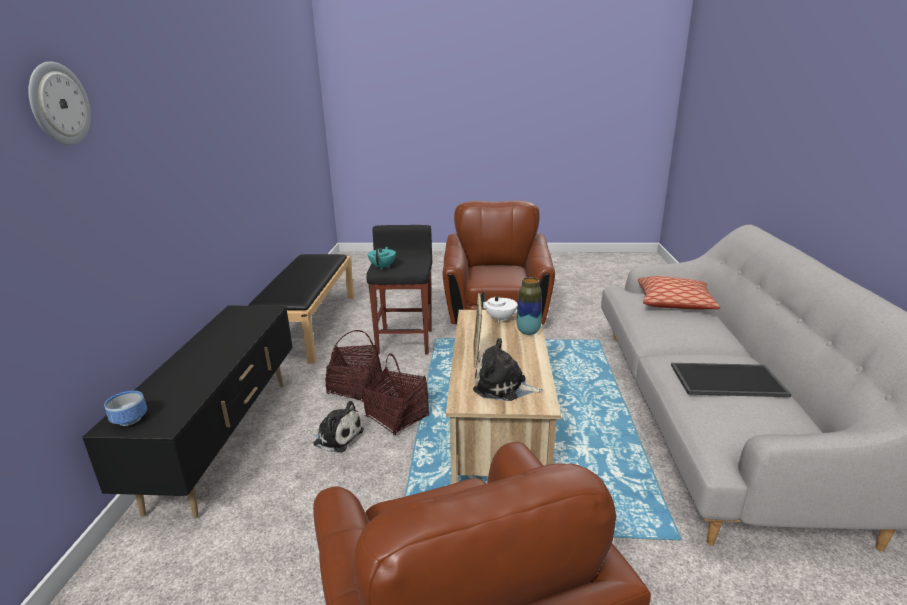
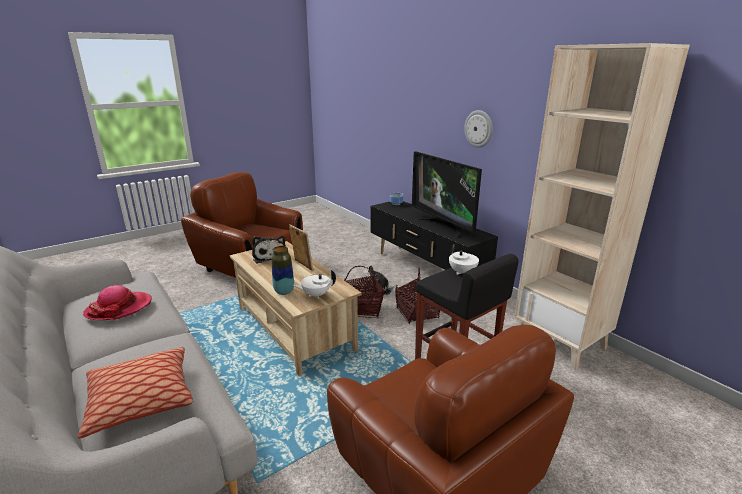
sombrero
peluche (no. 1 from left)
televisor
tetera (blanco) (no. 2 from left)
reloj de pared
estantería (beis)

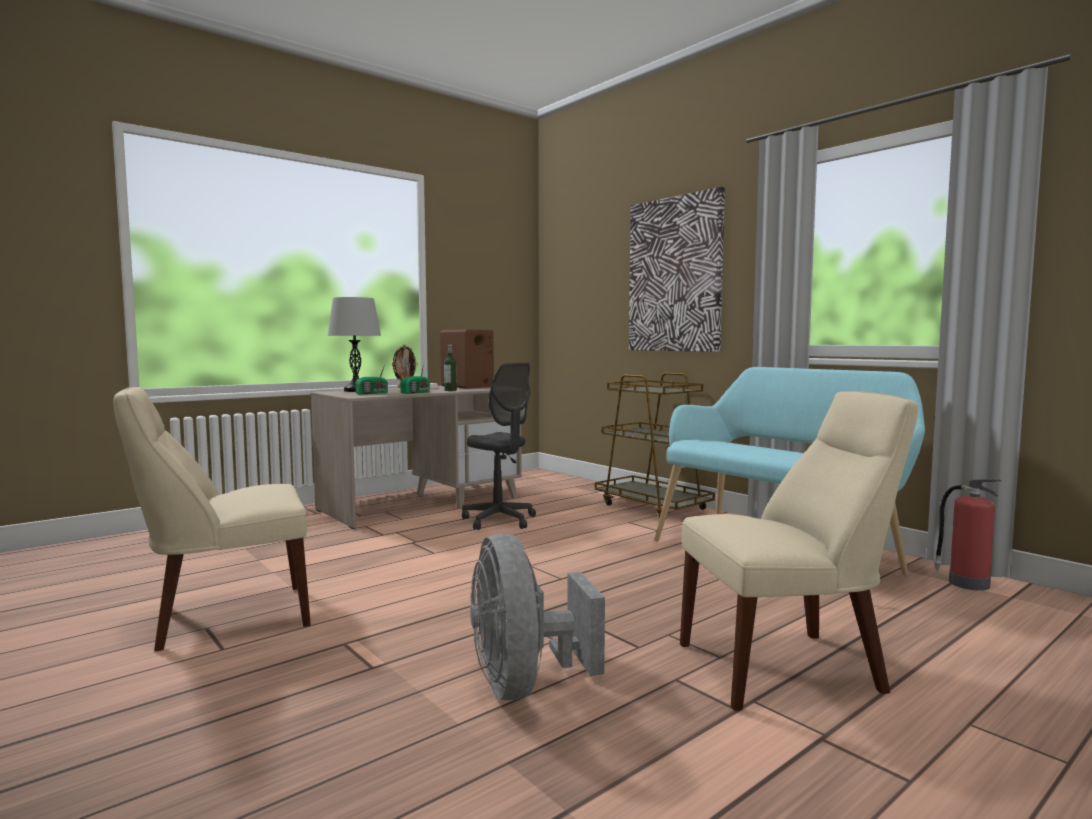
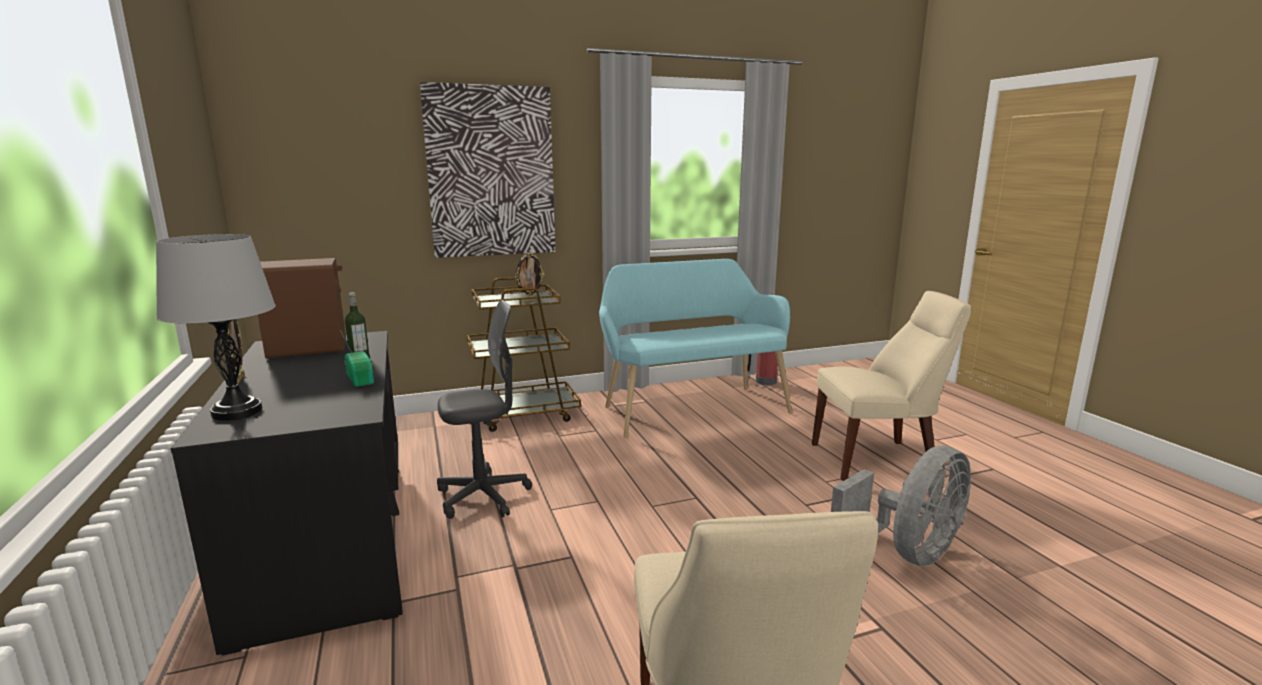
escritorio (negro)
portarretratos (no. 2 from left)
silla (beis) (no. 2 from left)
ventilador (gris)
radio (no. 1 from left in the first image)

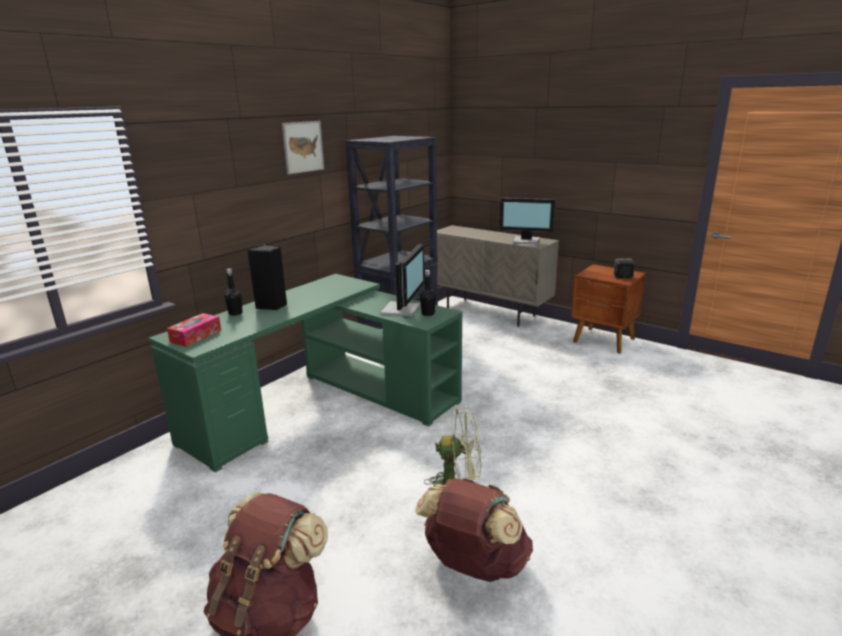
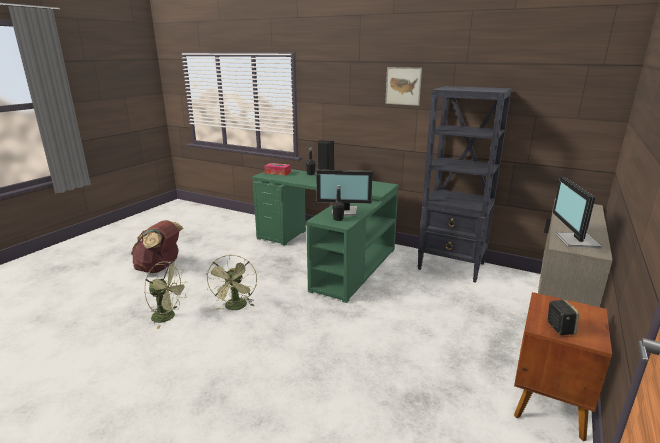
ventilador (verde) (no. 1 from left)

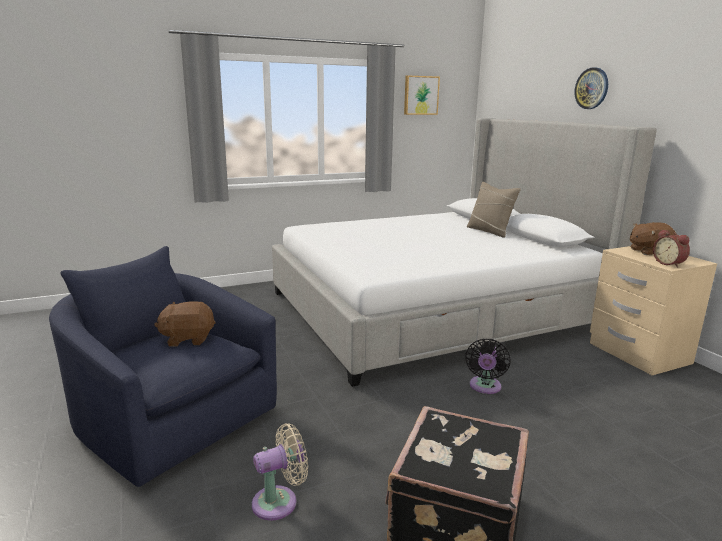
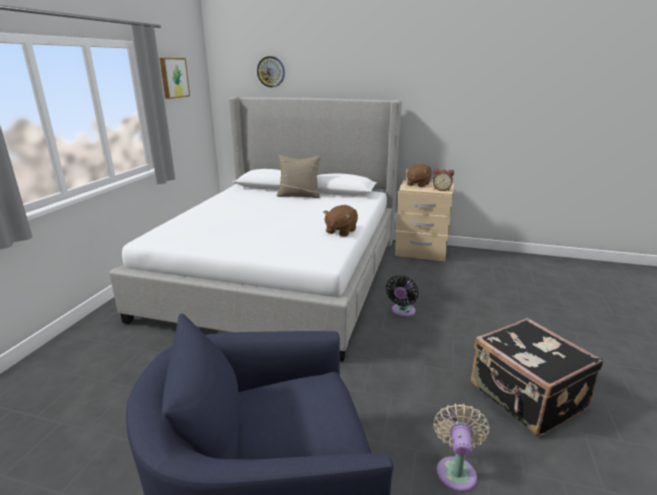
reloj de pared
peluche (marrón) (no. 1 from left)
ventilador (negro)

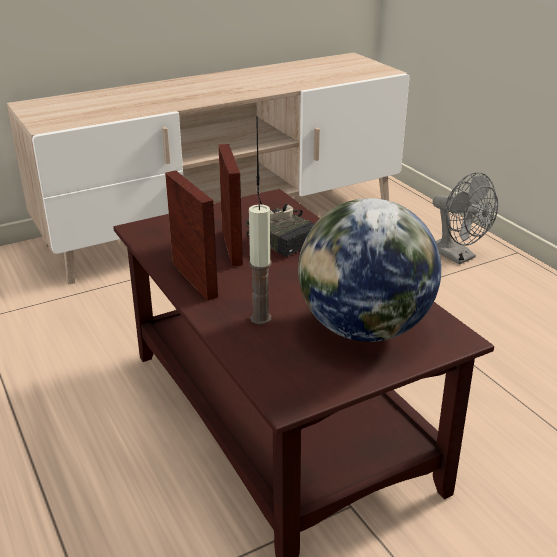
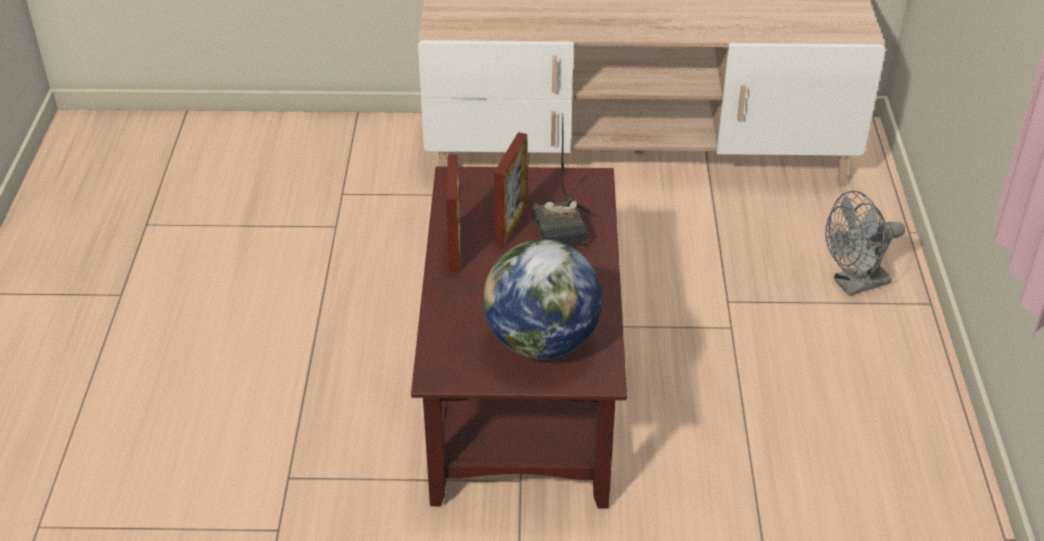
ventilador (gris)
vela

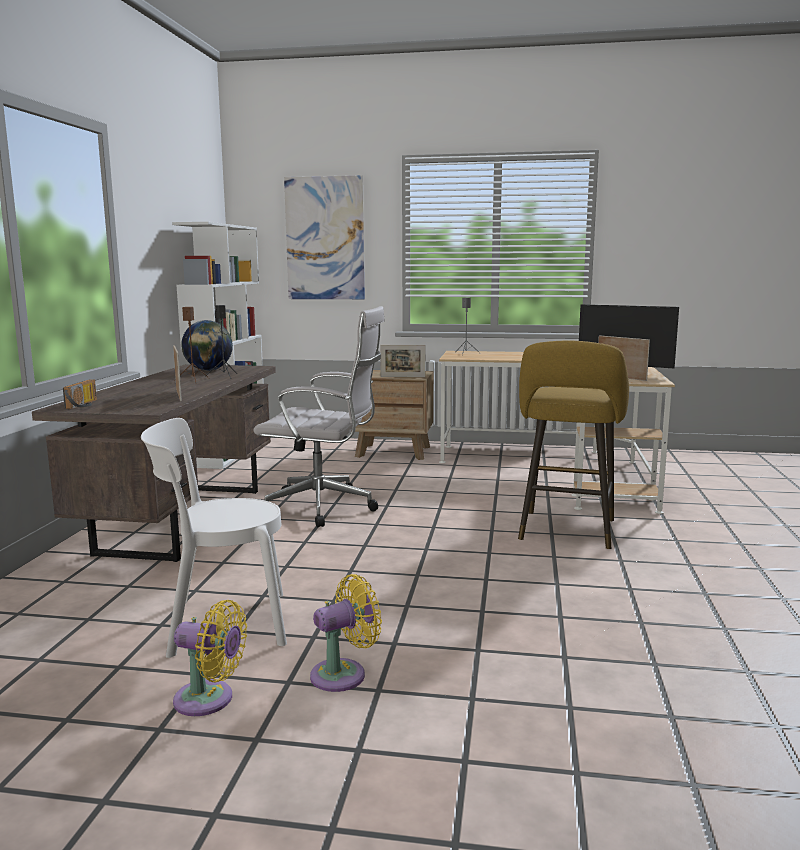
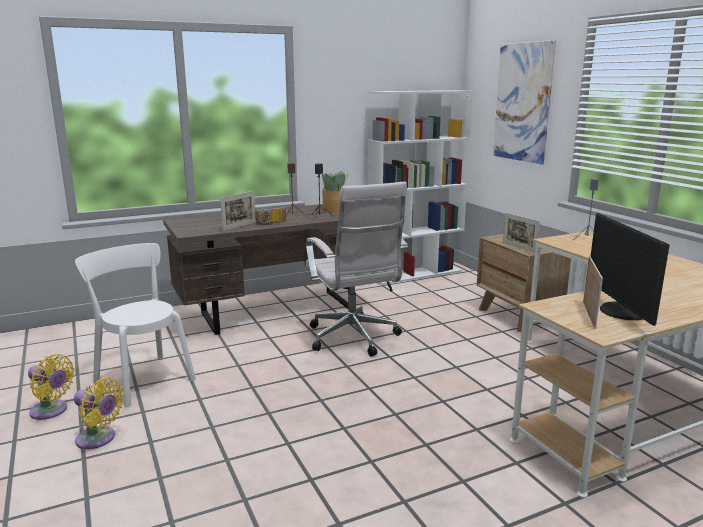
ventilador (amarillo) (no. 1 from left)
radio
planta en maceta
taburete (amarillo)

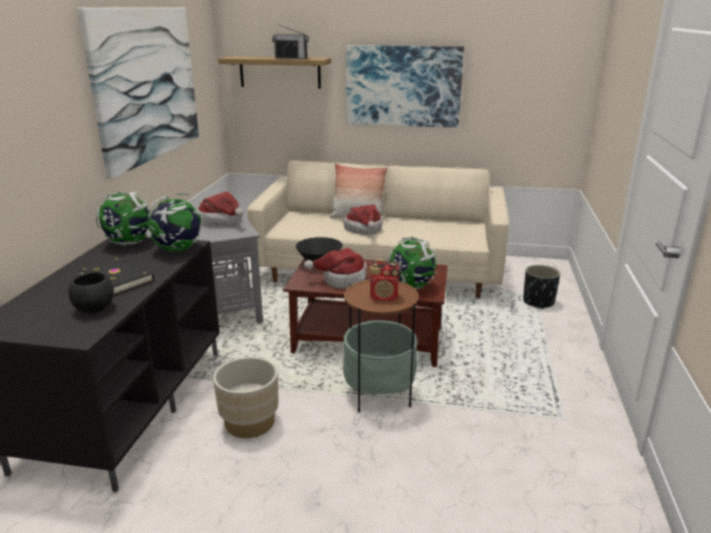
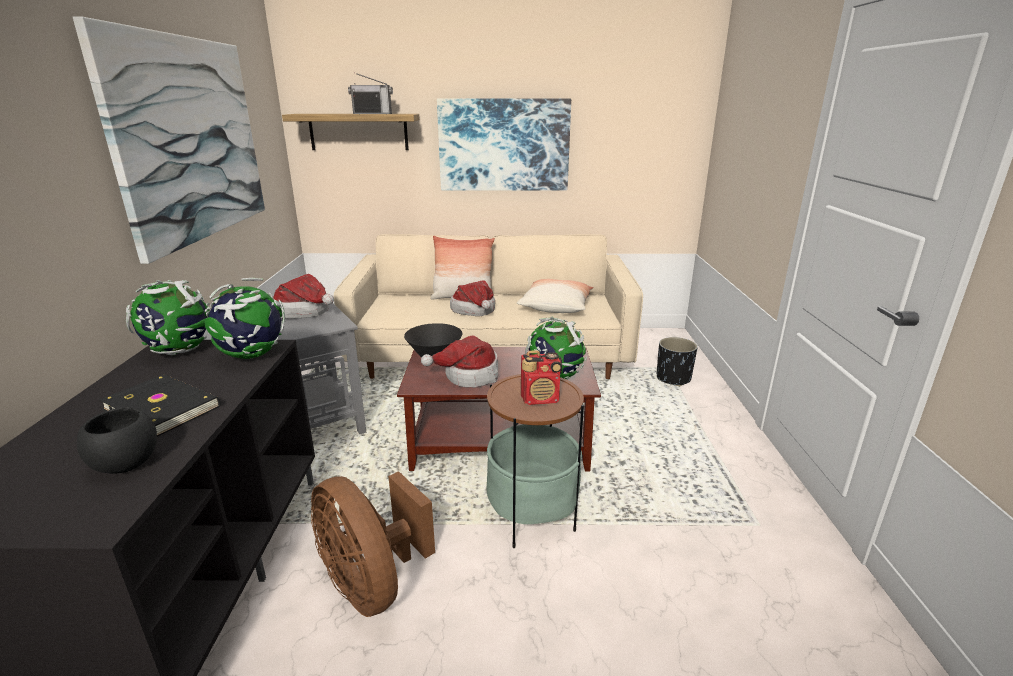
ventilador (marrón)
cojín (no. 2 from left)

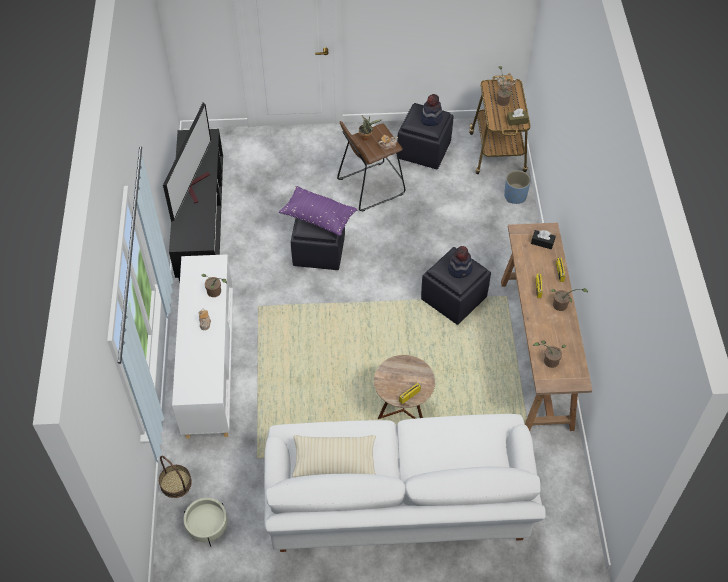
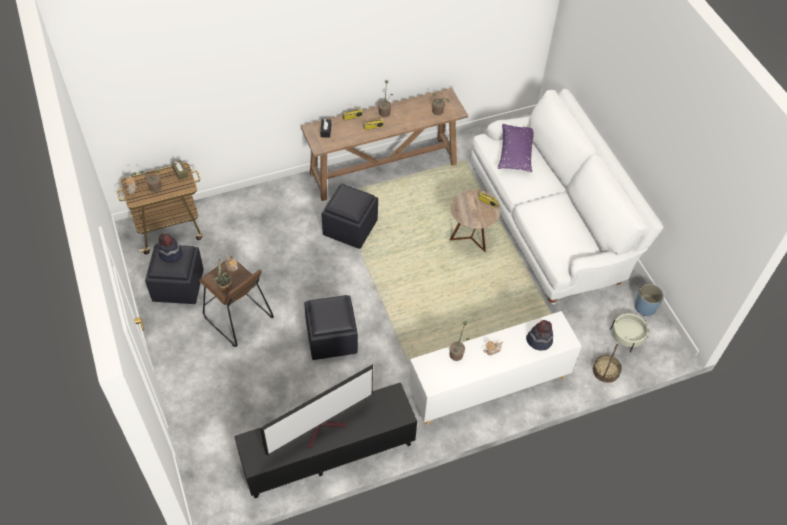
televisor
cojín (morado)
sombrero (no. 2 from left)
maceta (azul)
cojín (beis)

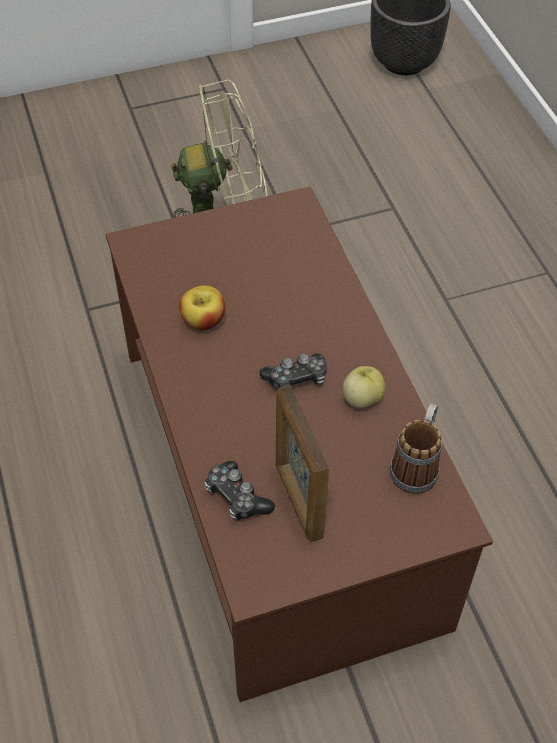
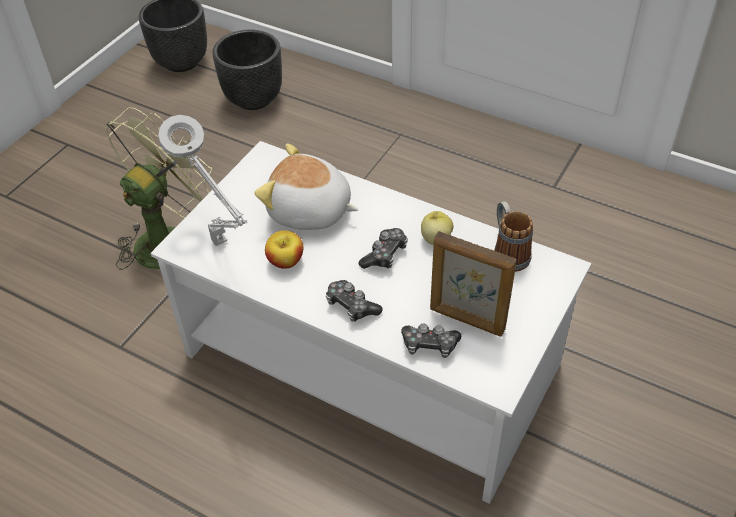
mesa de centro (blanco)
lámpara de mesa (gris)
maceta (negro) (no. 2 from left)
peluche
mando de consola (no. 1 from left)

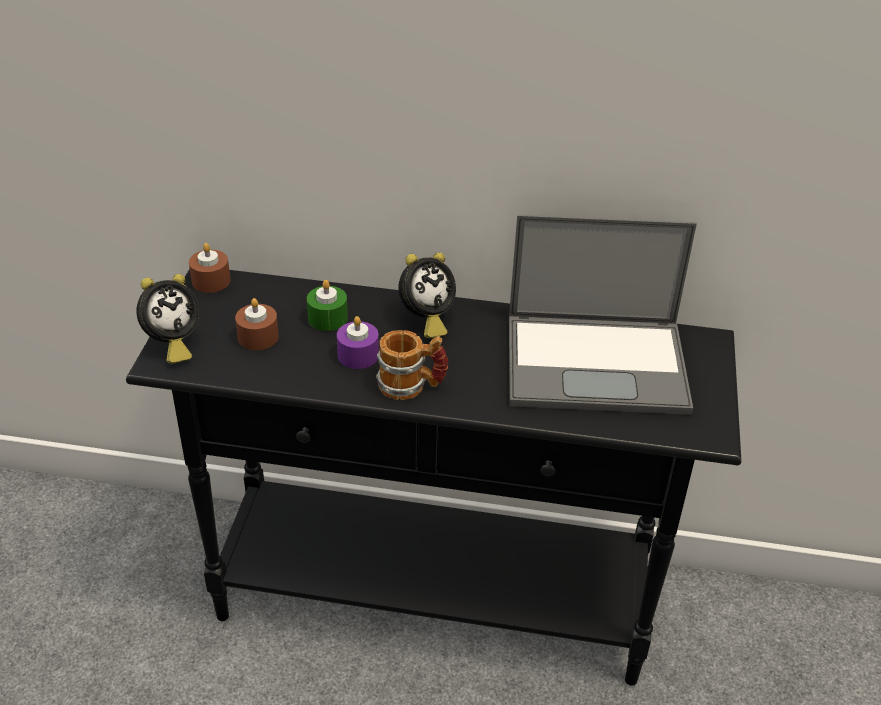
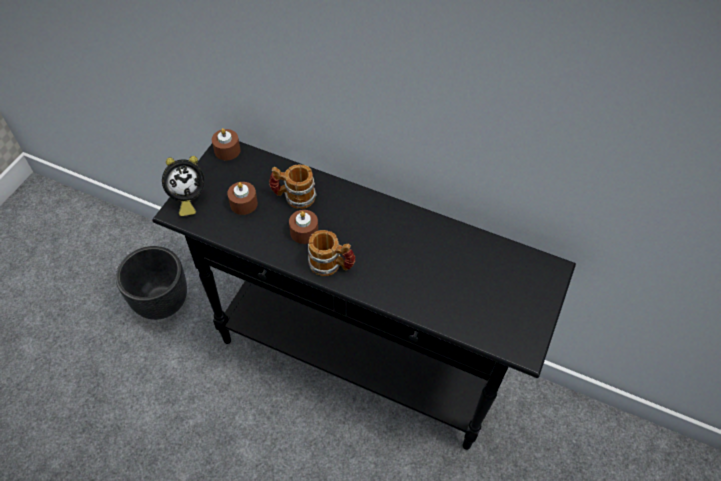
maceta (negro)
taza grande (no. 1 from left)
vela (marrón) (no. 3 from left)
despertador (no. 2 from left in the first image)
portátil

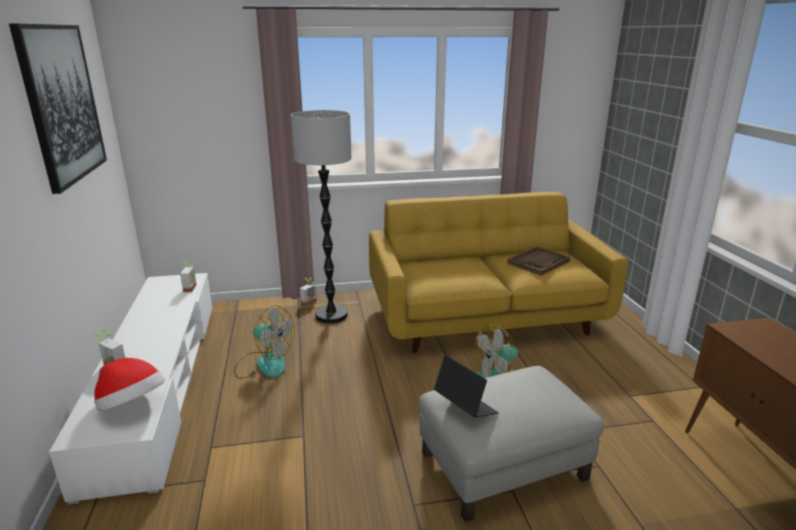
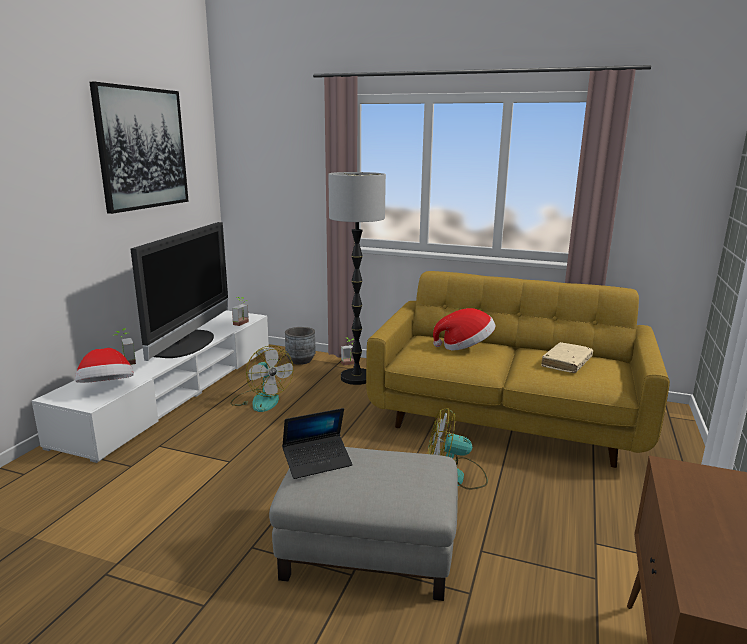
televisor
portátil
maceta (gris)
sombrero (no. 2 from left)
libro (beis)

